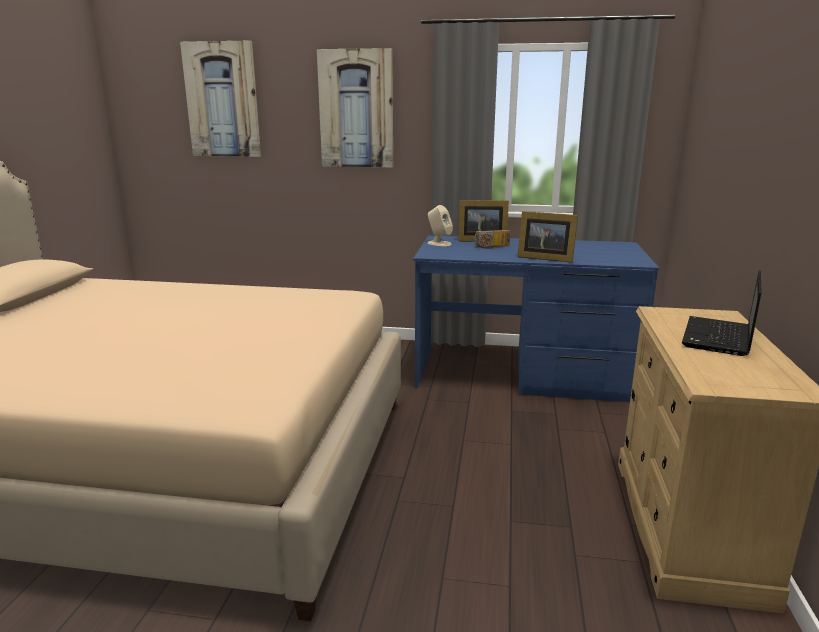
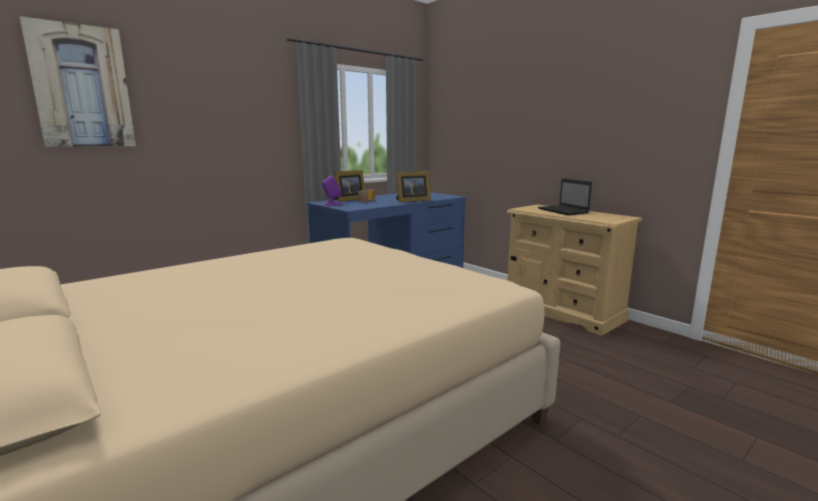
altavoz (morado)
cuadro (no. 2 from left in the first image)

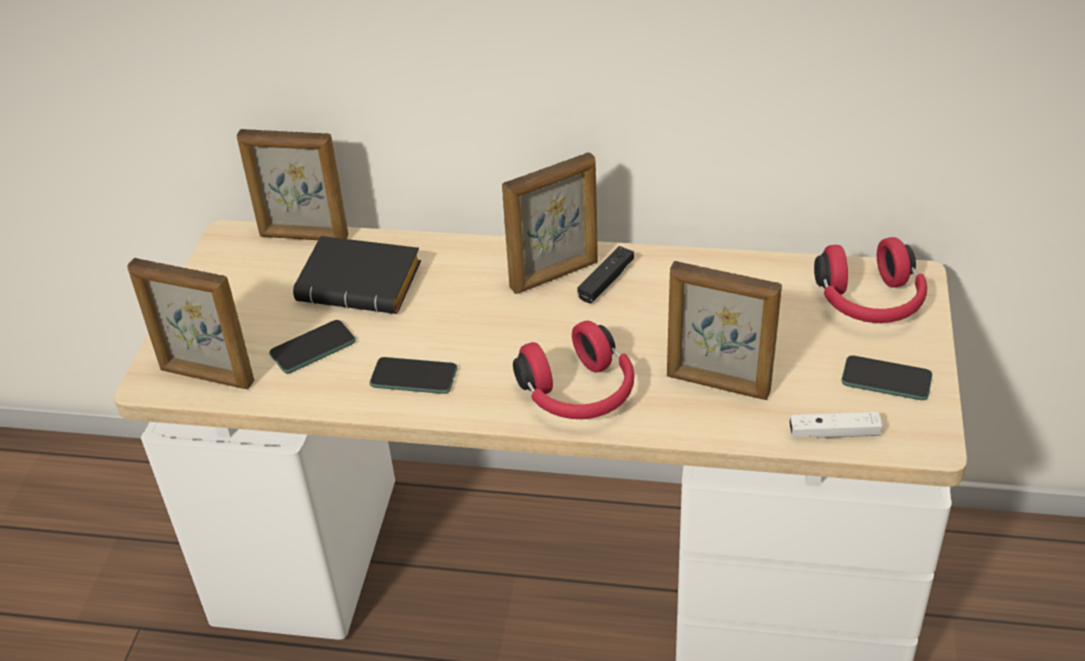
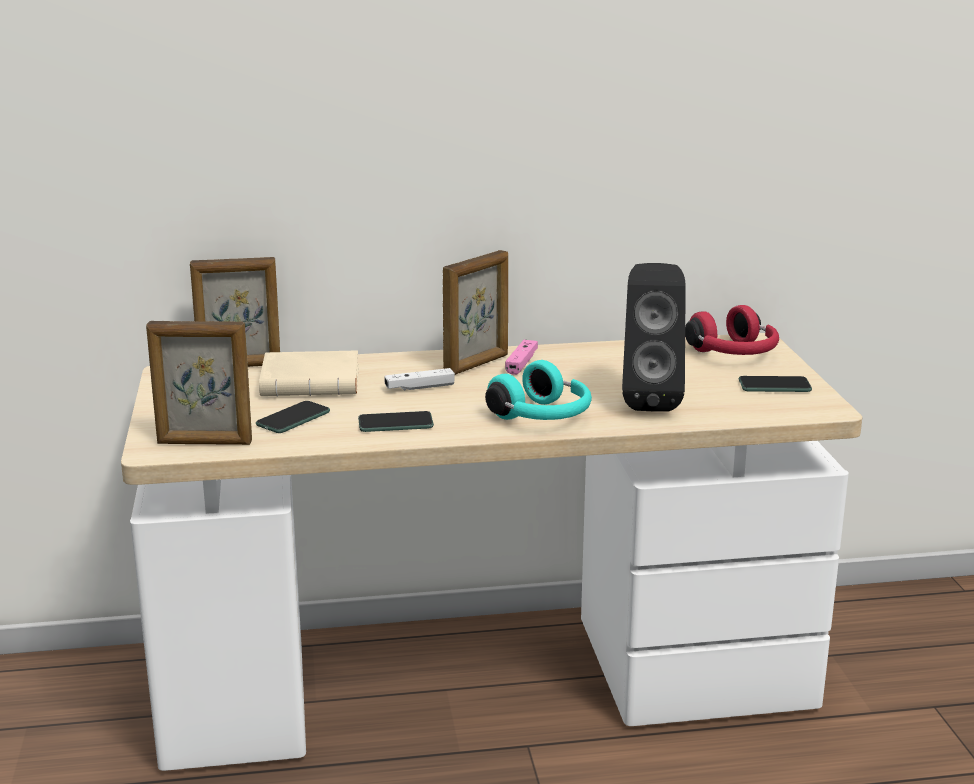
libro (beis)
mando de consola (blanco)
auriculares (turquesa)
mando de consola (rosa)
altavoz (negro)

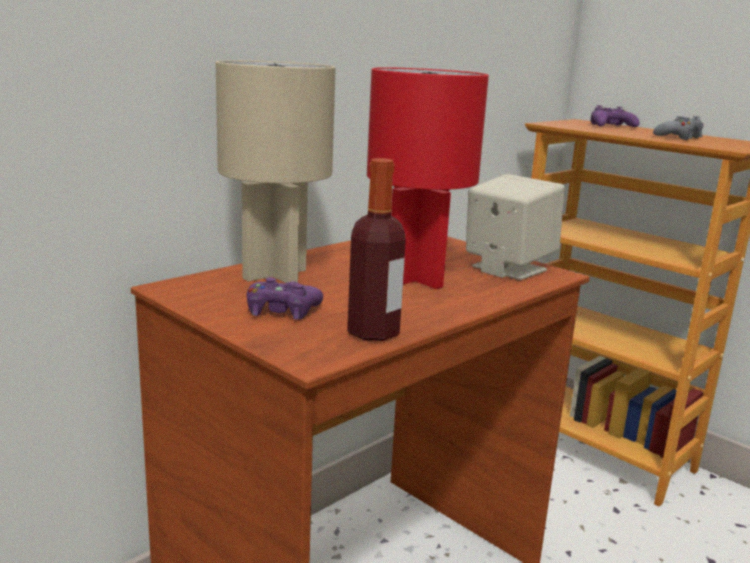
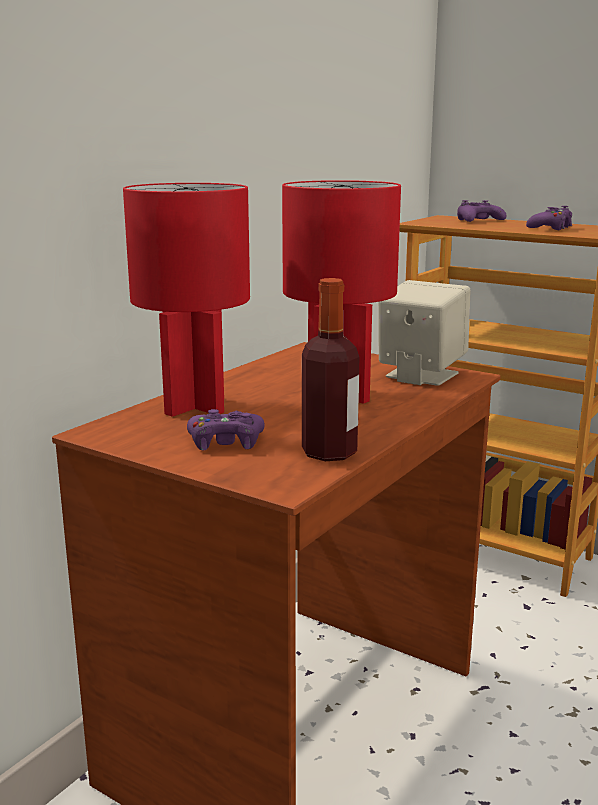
lámpara de mesa (rojo) (no. 1 from left)
mando de consola (morado) (no. 3 from left)

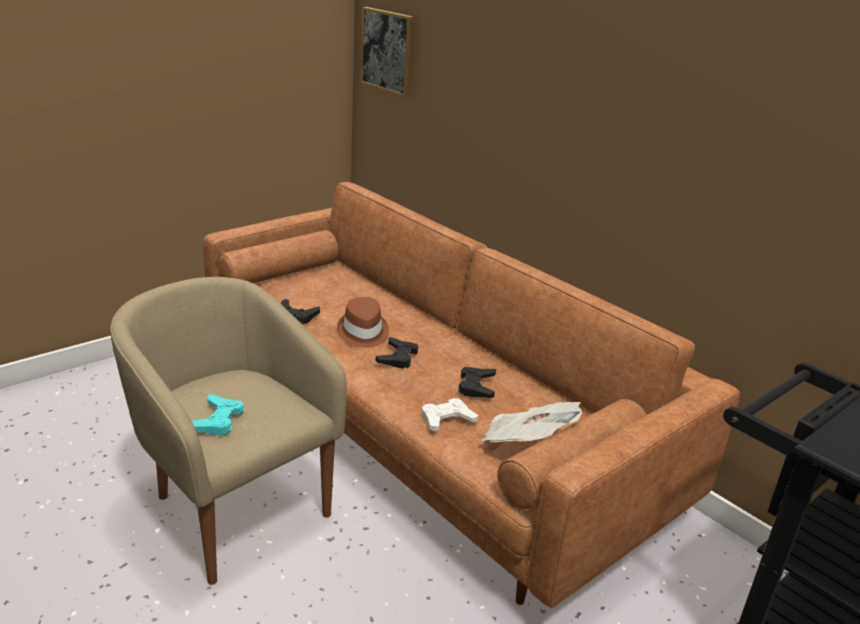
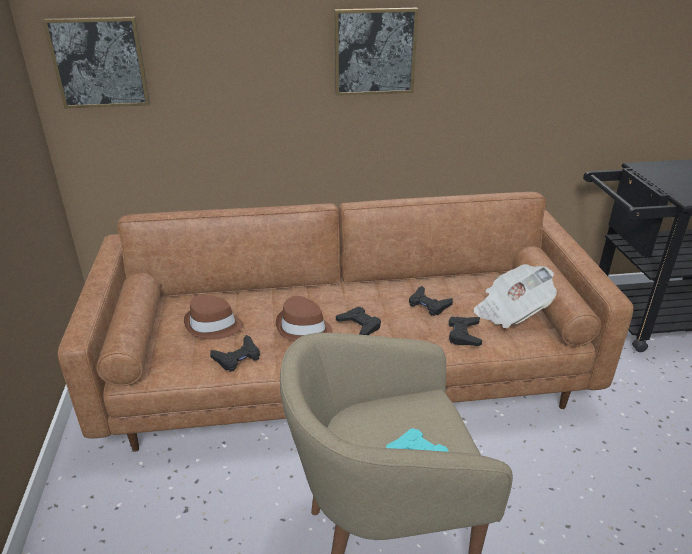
sombrero (marrón) (no. 1 from left)
cuadro (no. 2 from left)
mando de consola (negro) (no. 4 from left)

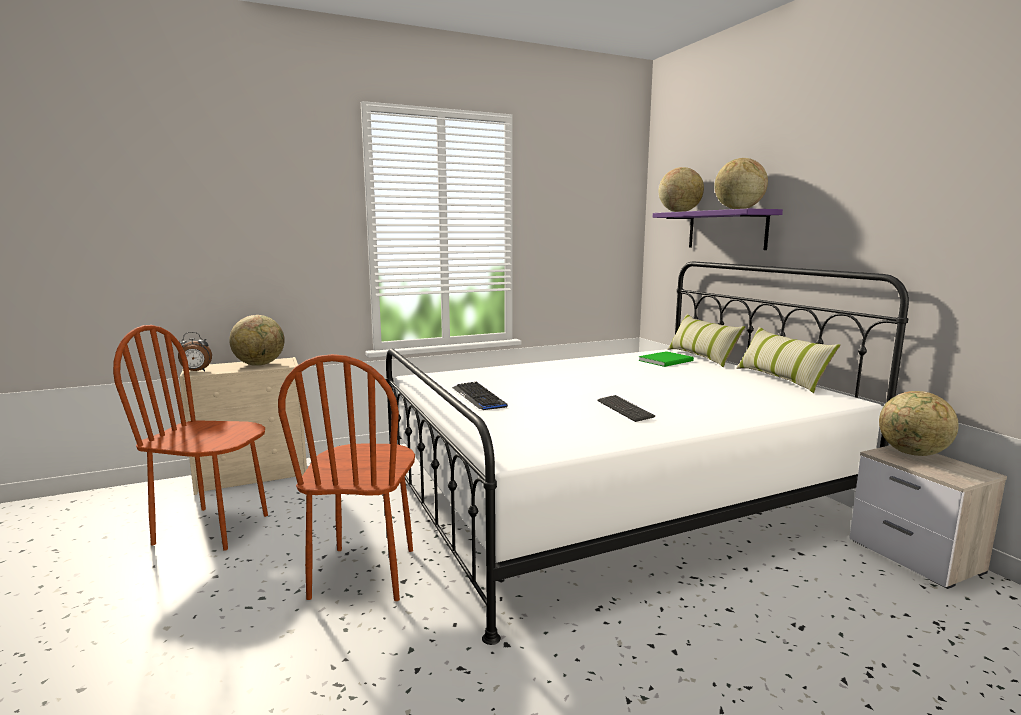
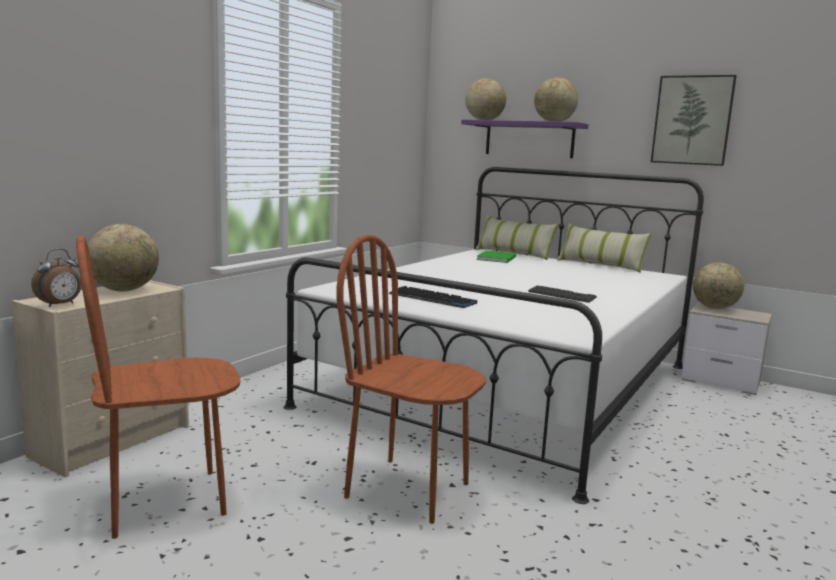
silla (marrón) (no. 2 from left)
cuadro

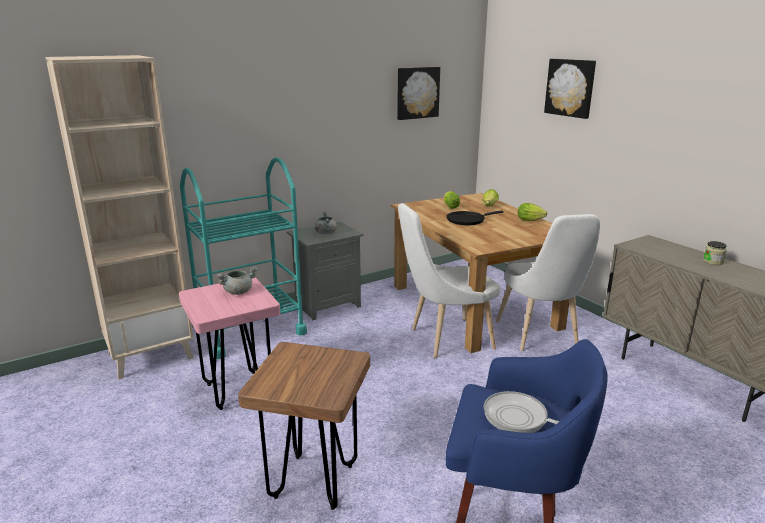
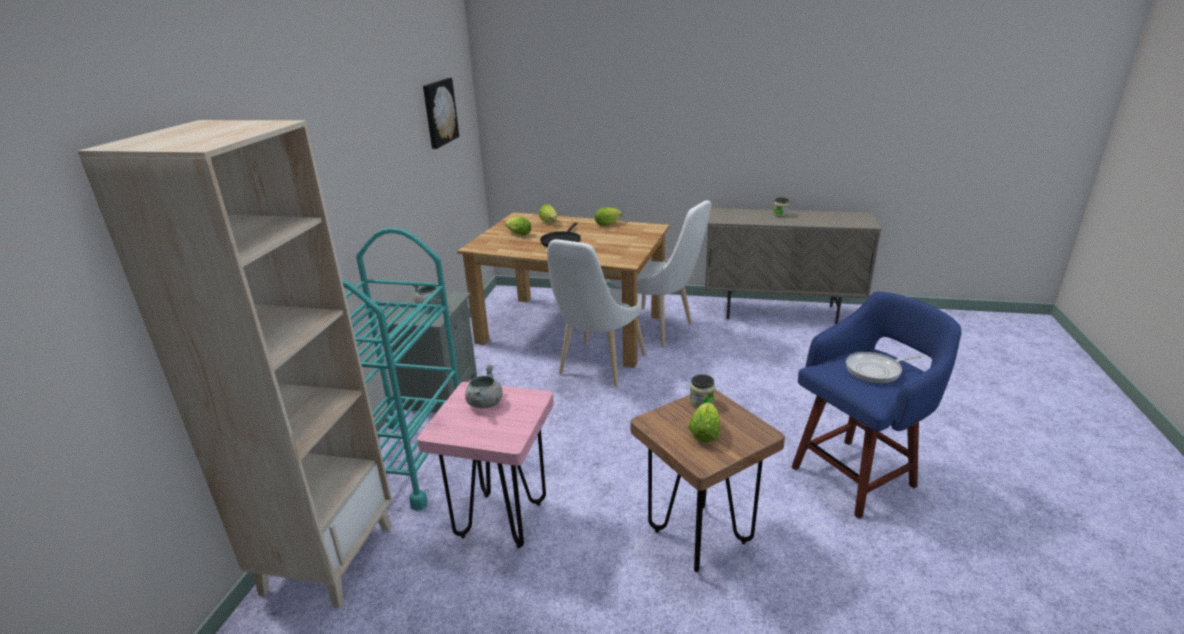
lechuga (no. 4 from left)
tarro (no. 1 from left)
cuadro (no. 2 from left in the first image)

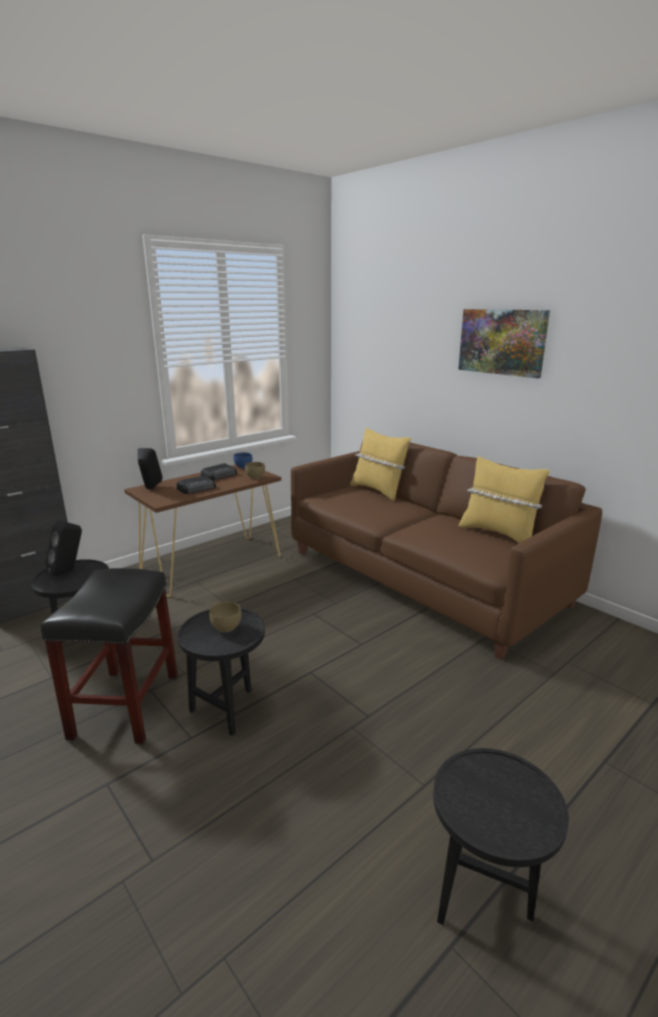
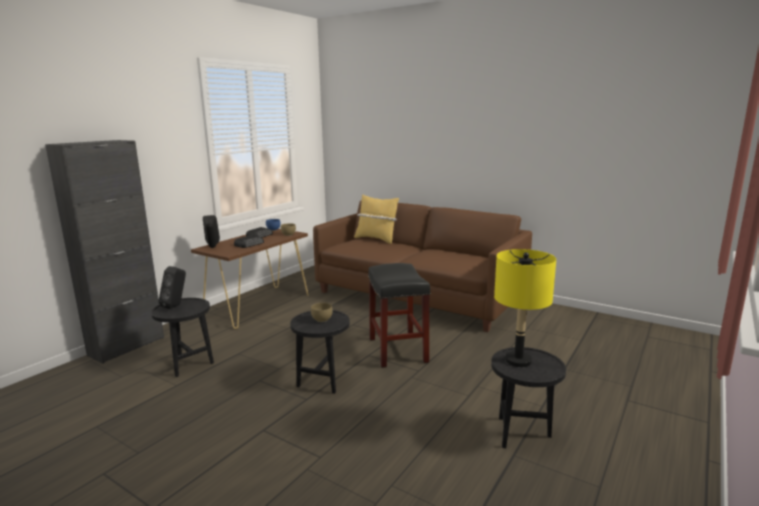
taburete (negro)
lámpara de mesa (amarillo)
cuadro
cojín (amarillo) (no. 2 from left in the first image)

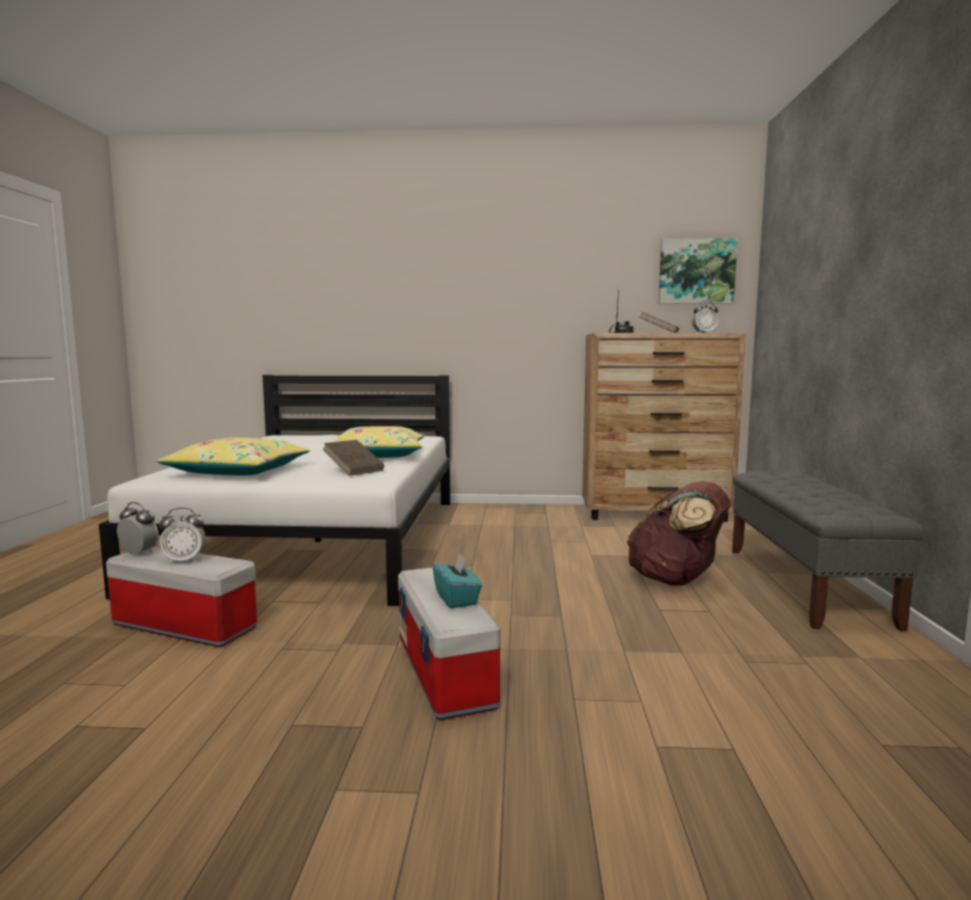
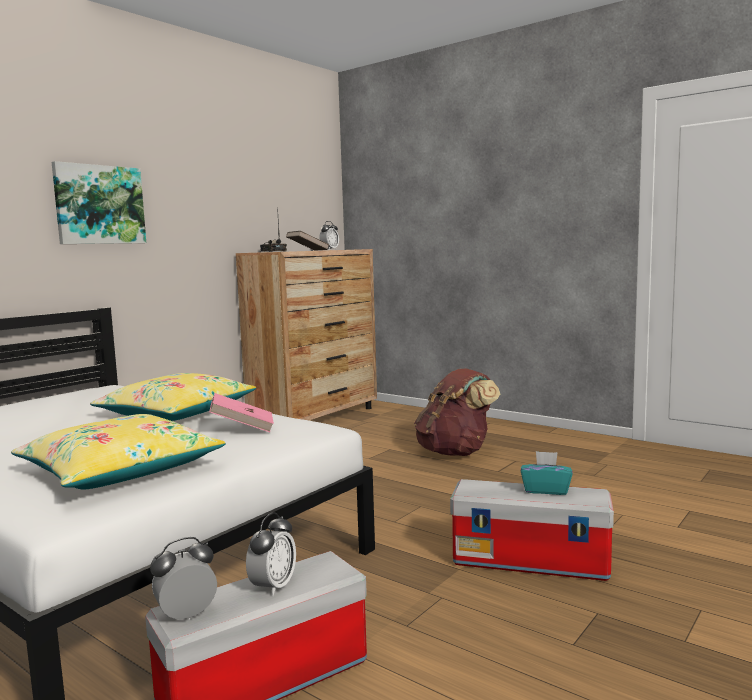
cuadro
libro (rosa)
banco (gris)

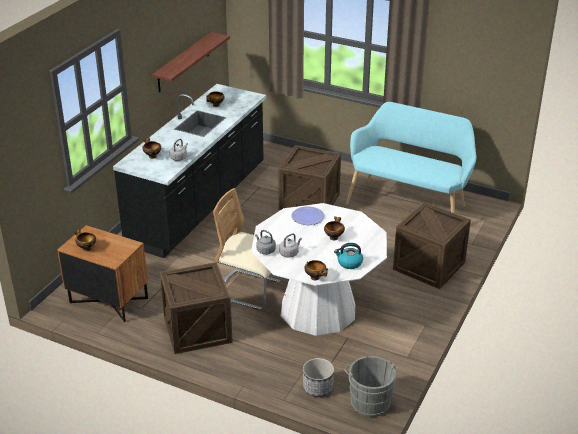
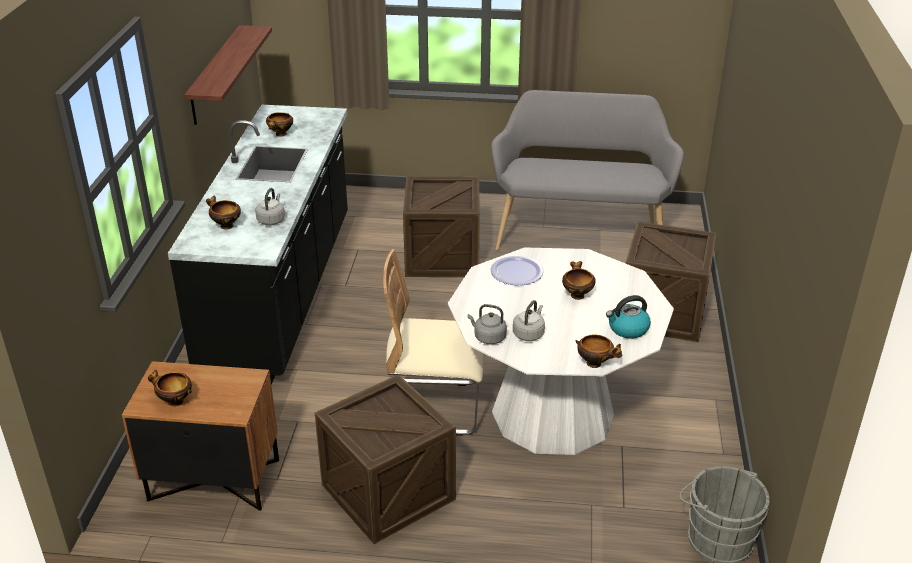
banco (gris)
maceta

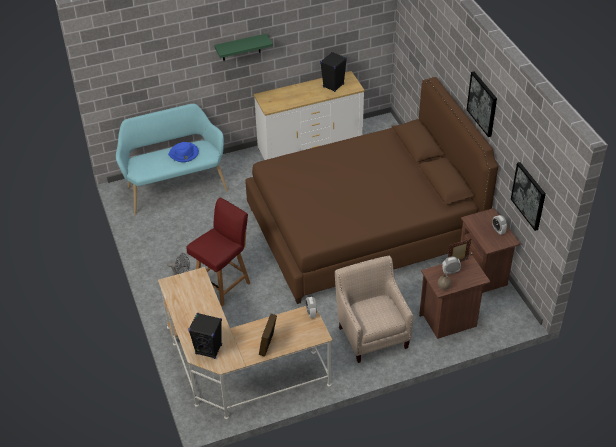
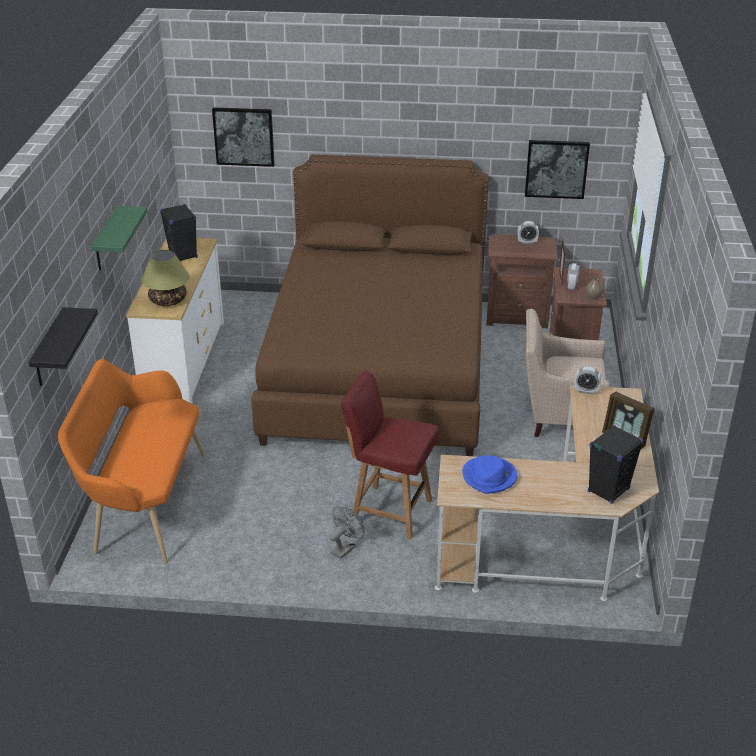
estante (negro)
banco (naranja)
lámpara de mesa
cuadro (no. 1 from left)
silla (rojo)
sombrero (azul)

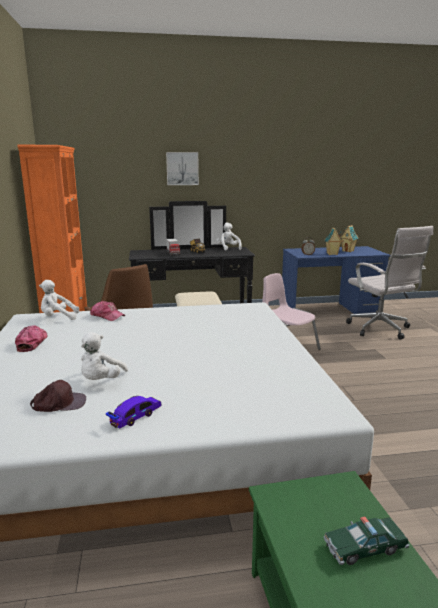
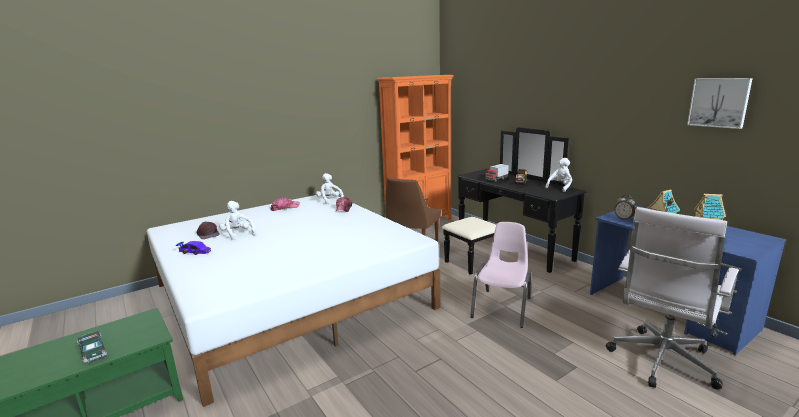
peluche (blanco) (no. 1 from left)
cuadro

